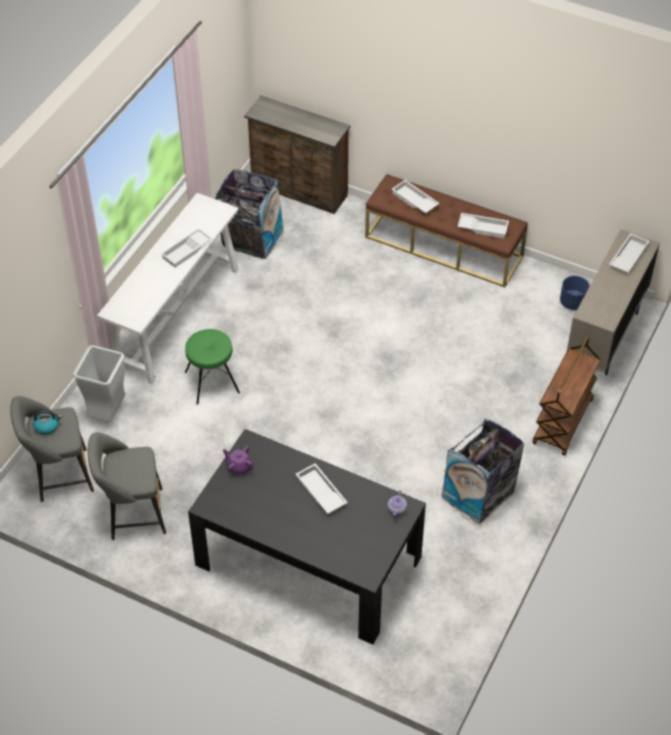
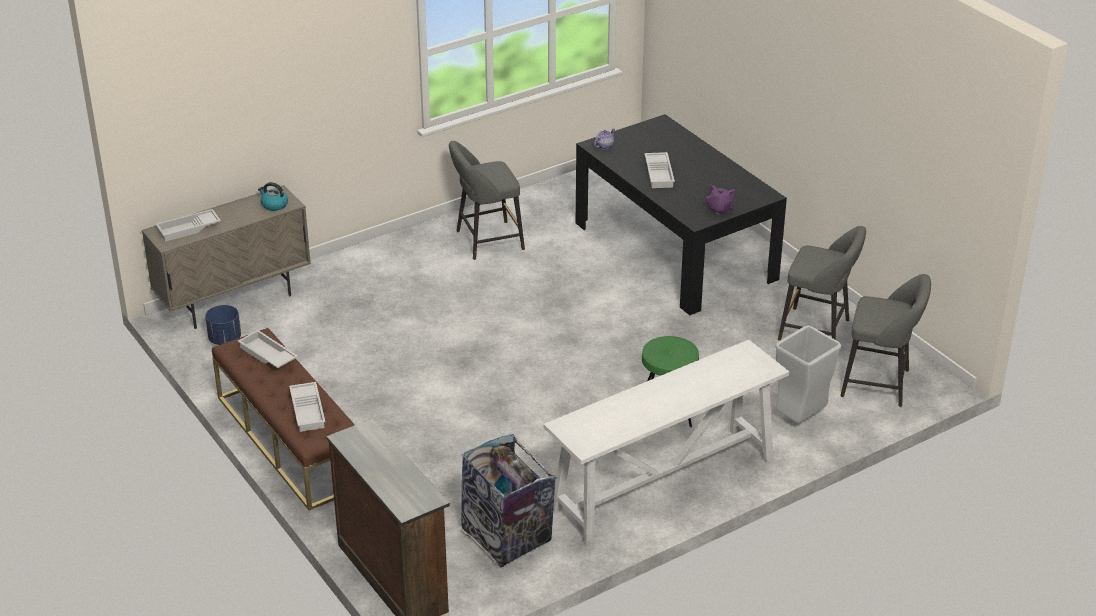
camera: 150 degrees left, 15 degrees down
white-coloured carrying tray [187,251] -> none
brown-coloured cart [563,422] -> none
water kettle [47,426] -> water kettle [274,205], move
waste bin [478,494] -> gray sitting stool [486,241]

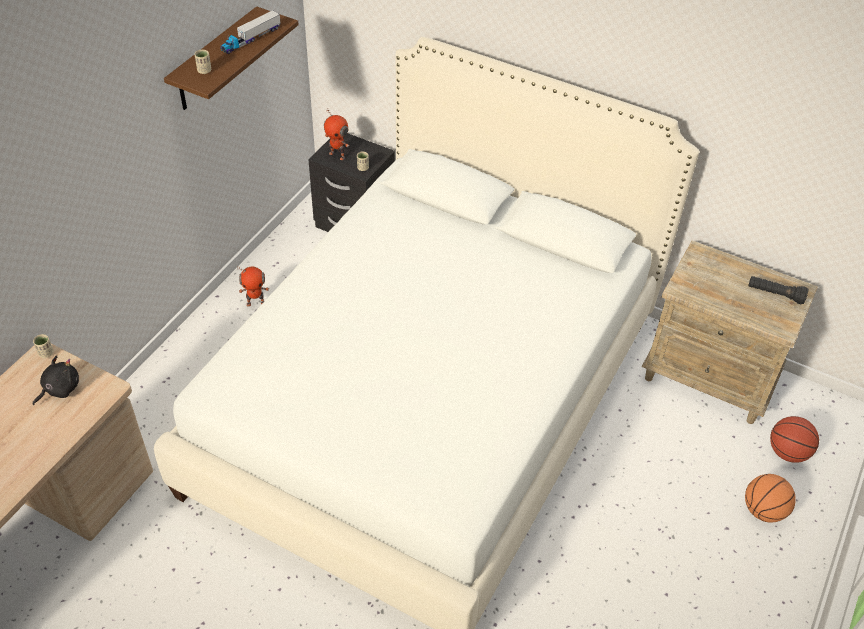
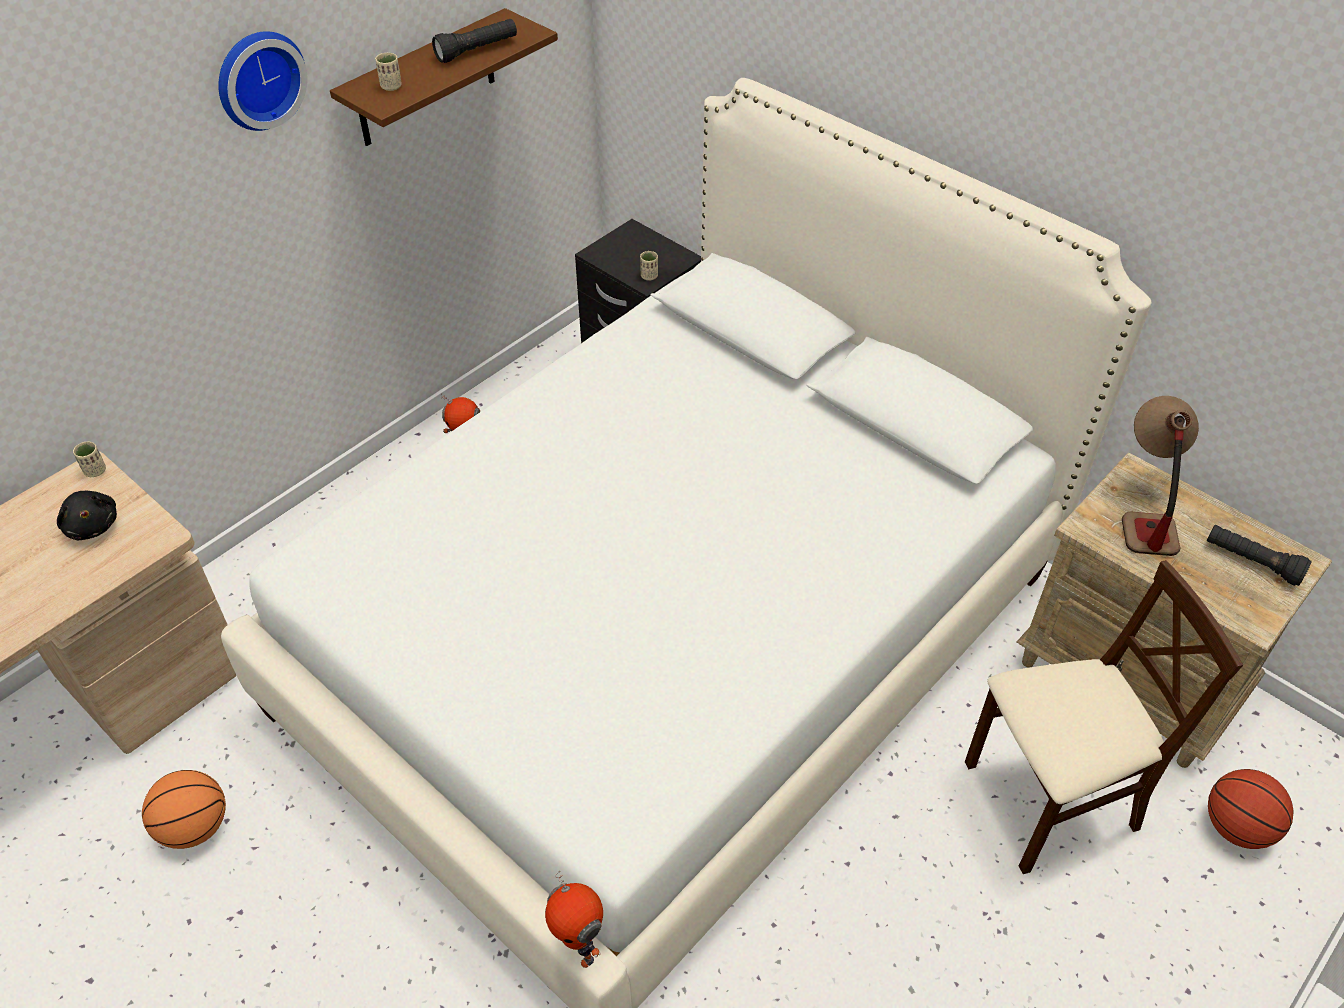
camera: 15 degrees right, 0 degrees up
toy truck [251,39] -> blackish torch [477,51]
robot figure [338,155] -> robot figure [579,947], move
blackish plush toy [59,389] -> blackish plush toy [92,525], 90 degrees clockwise
basketball [763,510] -> basketball [195,827], move
none -> wall clock [258,78]
none -> table lamp [1144,512]
none -> beige upright chair [1050,800]

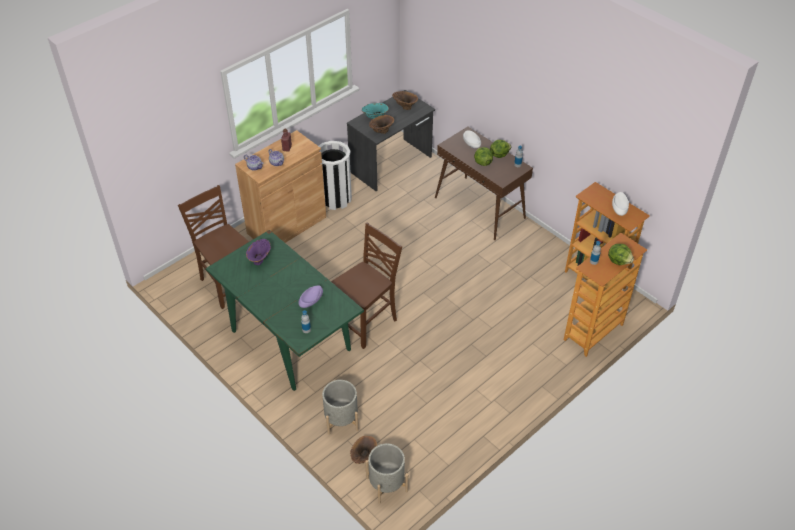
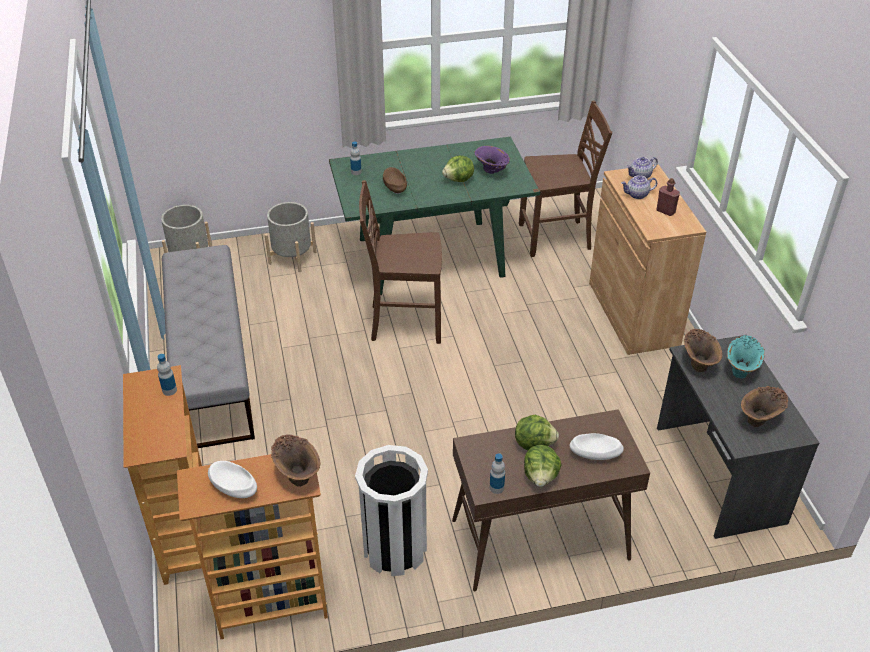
camera: 120 degrees right, 5 degrees down
white-coloured waste bin [335,198] -> white-coloured waste bin [394,549], move
brown-coloured upright chair [367,323] -> brown-coloured upright chair [404,322], 105 degrees clockwise
lettuce [619,261] -> lettuce [459,180], move
purplish bowl [311,300] -> brown-coloured bowl [395,187]
brown-coloured vase [363,457] -> brown-coloured vase [298,474], move
none -> gray indoor bench [211,366]

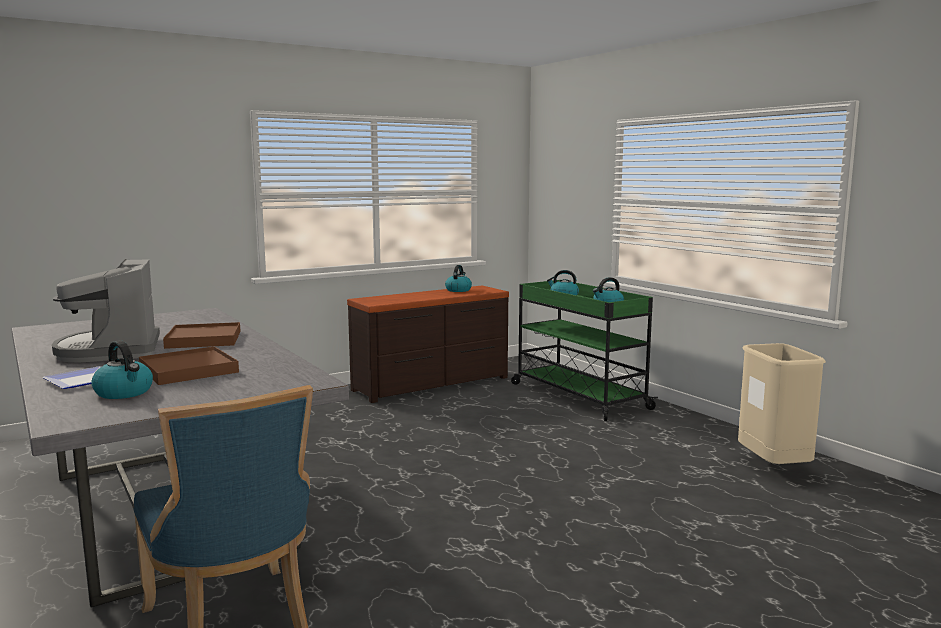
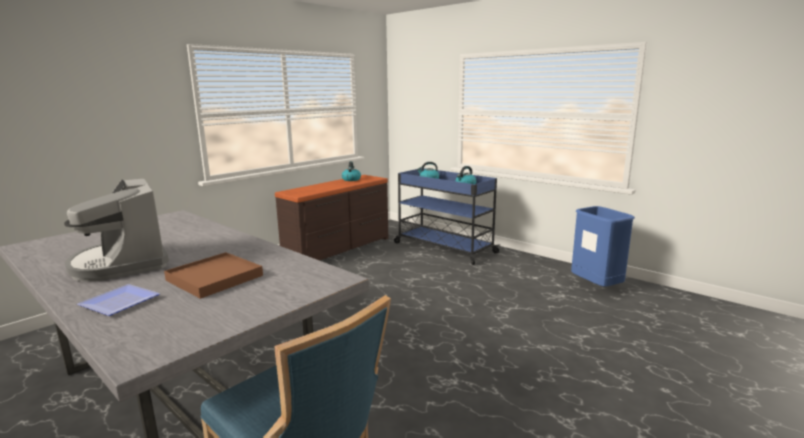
camera: 15 degrees left, 5 degrees up
green-coloured cart [577,395] -> blue-coloured cart [443,247]
brown-coloured carrying tray [204,339] -> none
water kettle [124,392] -> none
beige waste bin [773,467] -> blue-coloured waste bin [596,287]

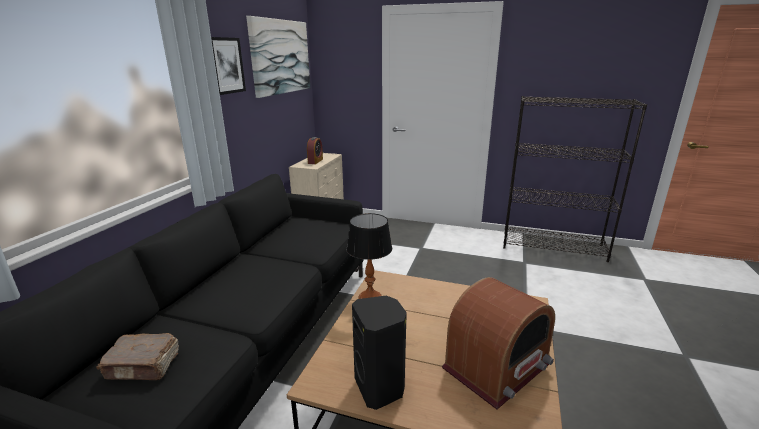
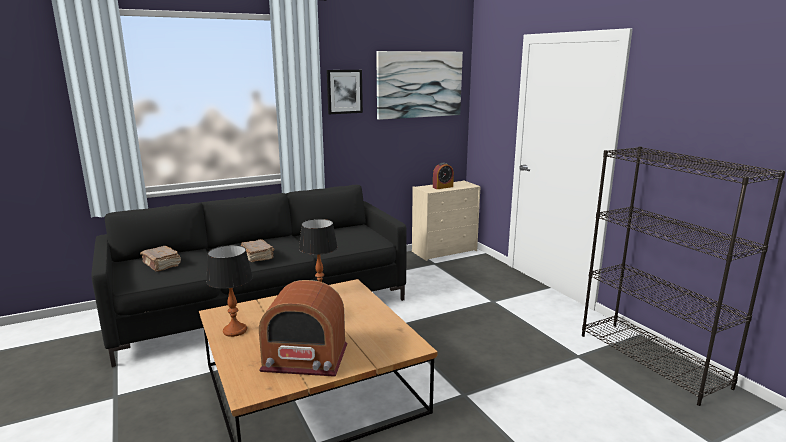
camera: 45 degrees right, 5 degrees down
blackish speaker [380,388] -> table lamp [235,331]
none -> brown-coloured book [257,257]

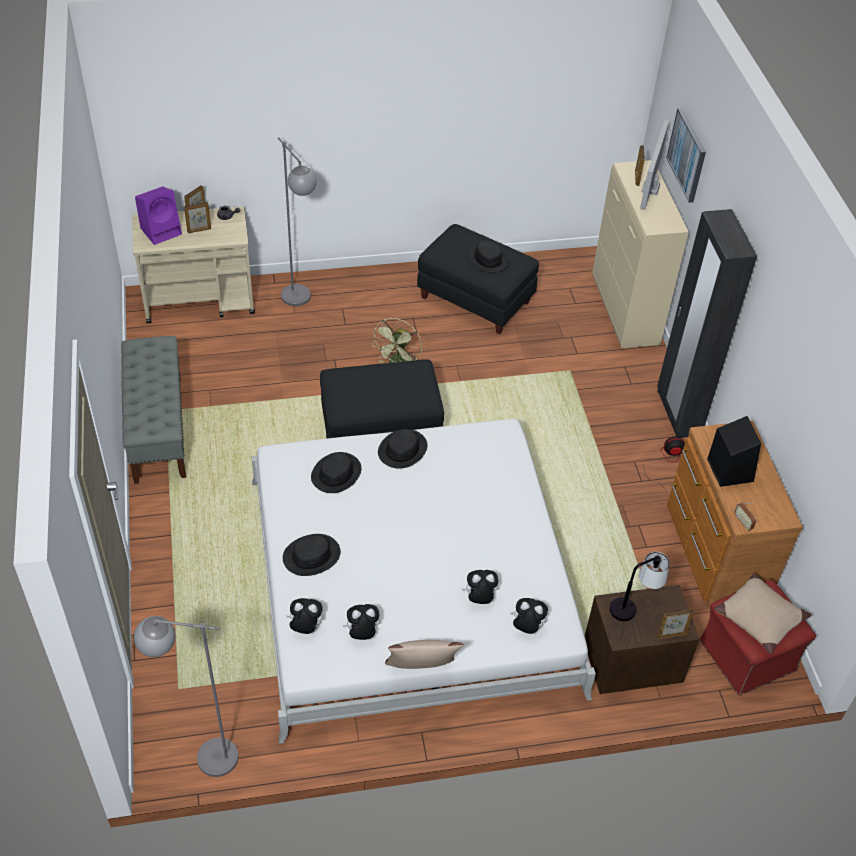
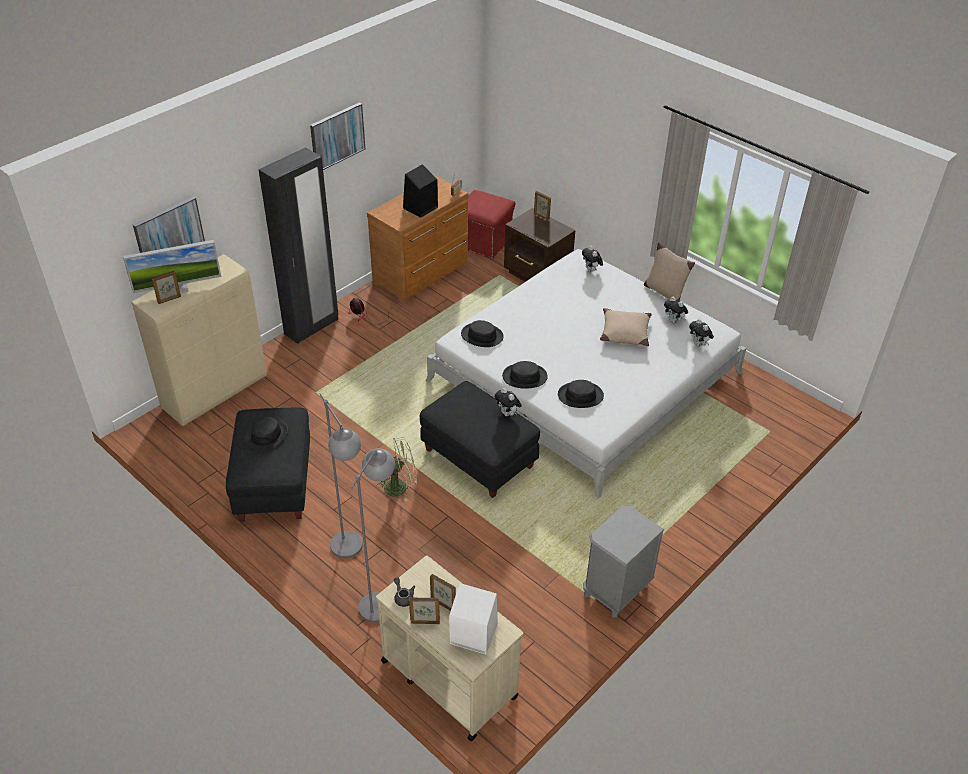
camera: 125 degrees left, 5 degrees down
purplish speaker [162,231] -> white-coloured speaker [472,634]
gray indoor bench [158,429] -> gray night table [616,591]
blackish hat [311,556] -> blackish hat [482,335], move
table lamp [633,605] -> none
plush toy [479,599] -> plush toy [507,414], move
beige pillow [760,617] -> beige pillow [624,332], move
gray standard lamp [203,756] -> gray standard lamp [351,553], move
none -> picture [337,136]

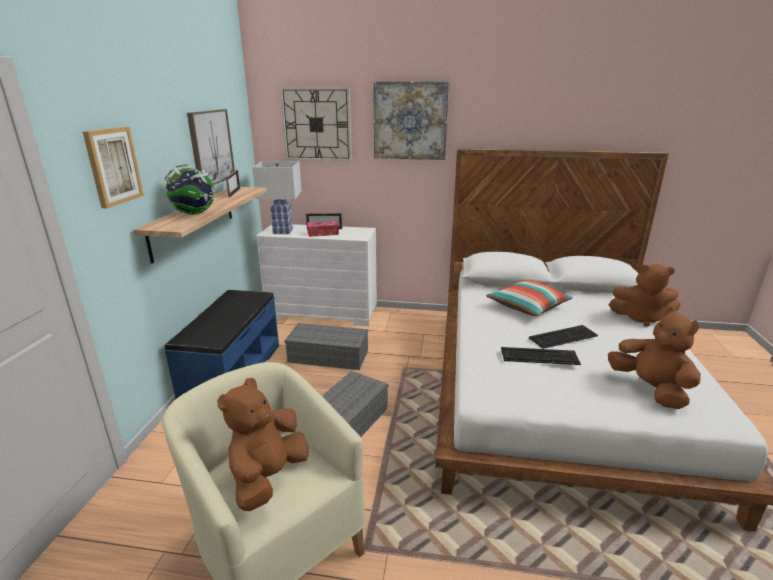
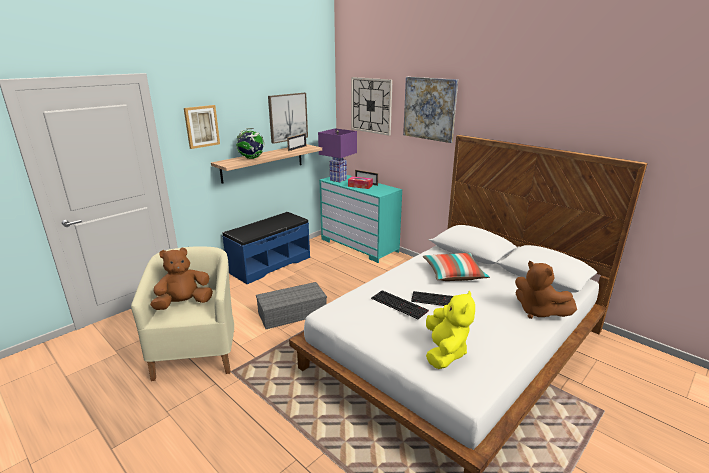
camera: 35 degrees right, 0 degrees up
white-coloured table lamp [282,231] -> purplish table lamp [337,180]
white-coloured drawer chest [323,312] -> turquoise drawer chest [359,245]
brown-coloured plush toy [650,389] -> yellow plush toy [445,352]
gray storage container [329,356] -> none

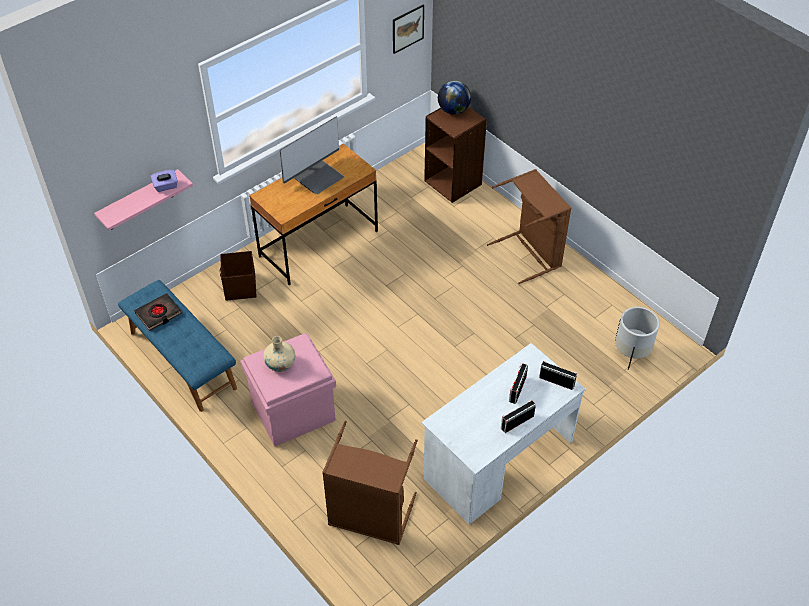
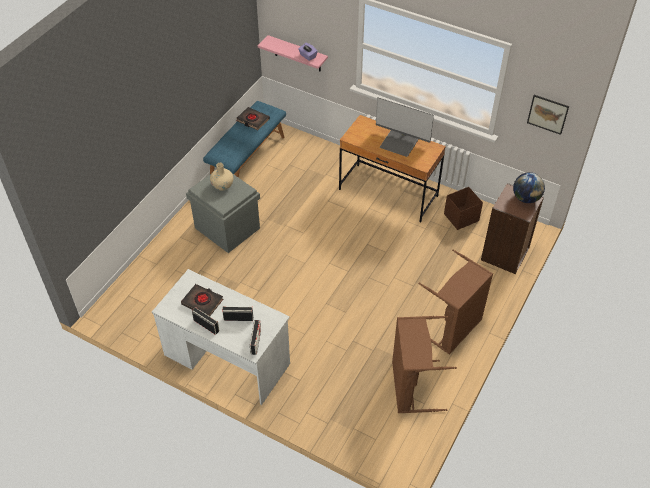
camera: 70 degrees right, 0 degrees up
brown-coloured storage container [240,287] -> brown-coloured storage container [460,217], move
white-coloured planter [631,353] -> none
pinkish storage container [292,412] -> gray storage container [226,228]
brown-coloured hamper [369,517] -> brown-coloured hamper [411,386], move
none -> blackish book [202,302]

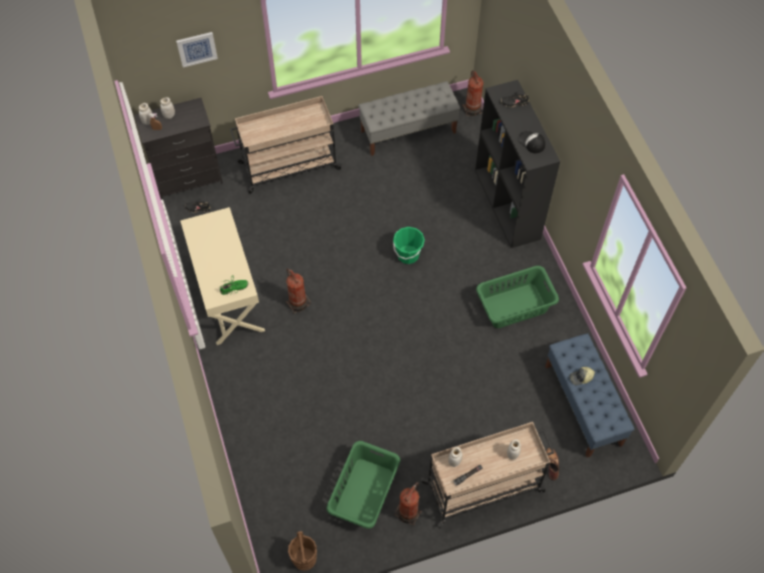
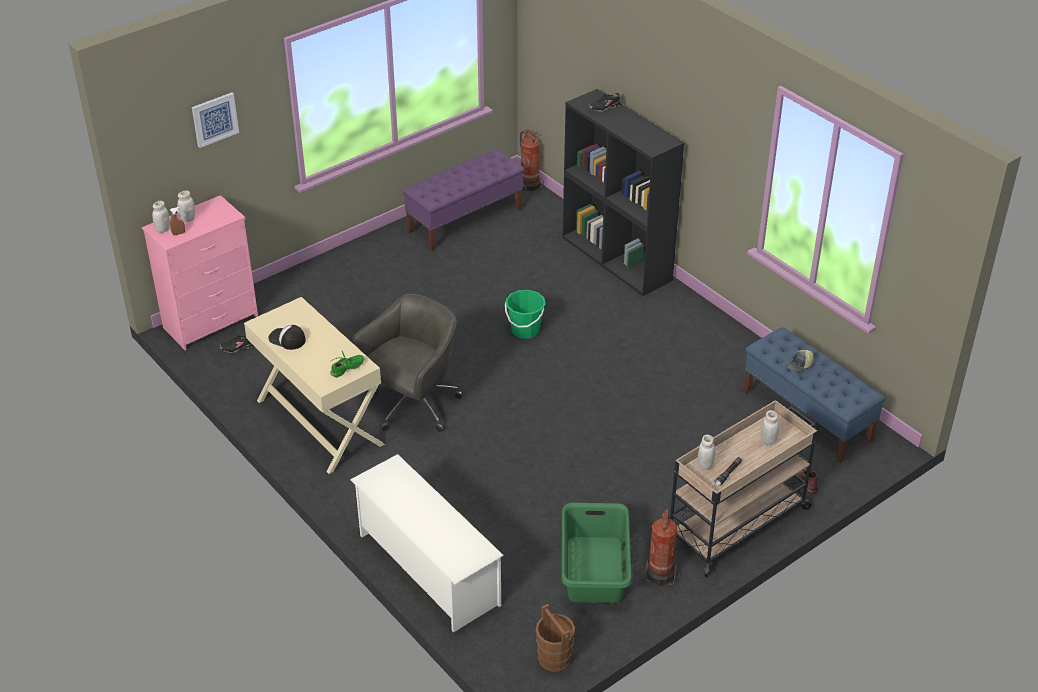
camera: 20 degrees left, 20 degrees down
gray indoor bench [408,131] -> purplish indoor bench [465,220]
beige cart [288,166] -> none
blackish drawer chest [189,178] -> pinkish drawer chest [212,322]
baseball cap [531,142] -> baseball cap [287,339], move
green-coloured hamper [515,306] -> none
fire-fighting cylinder [297,302] -> gray computer chair [412,406]
none -> white-coloured shoe rack [427,569]

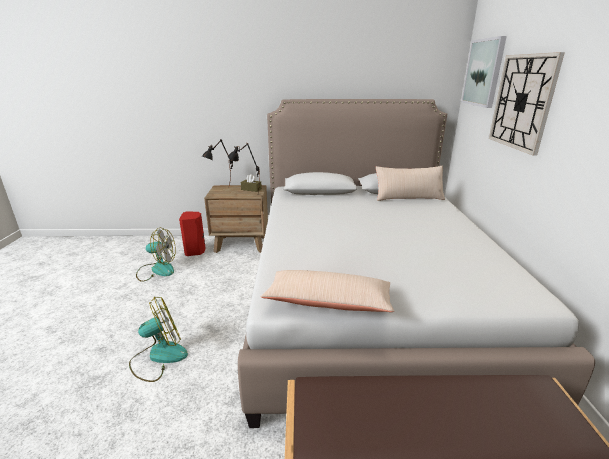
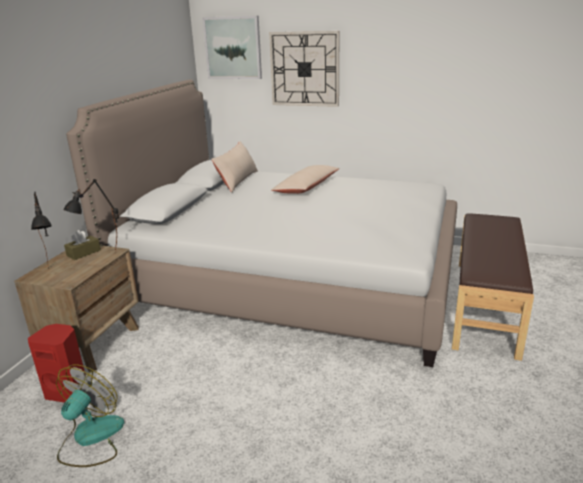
camera: 70 degrees left, 0 degrees up
beige pillow [328,302] -> beige pillow [306,187], move
electric fan [159,357] -> none

